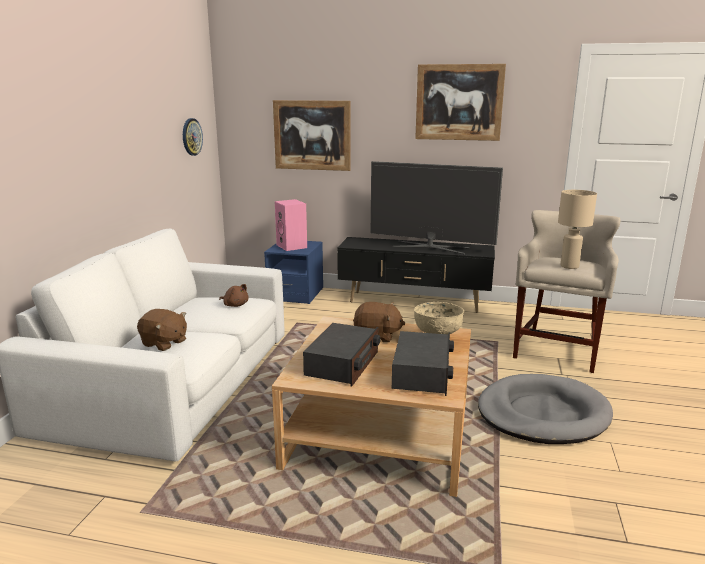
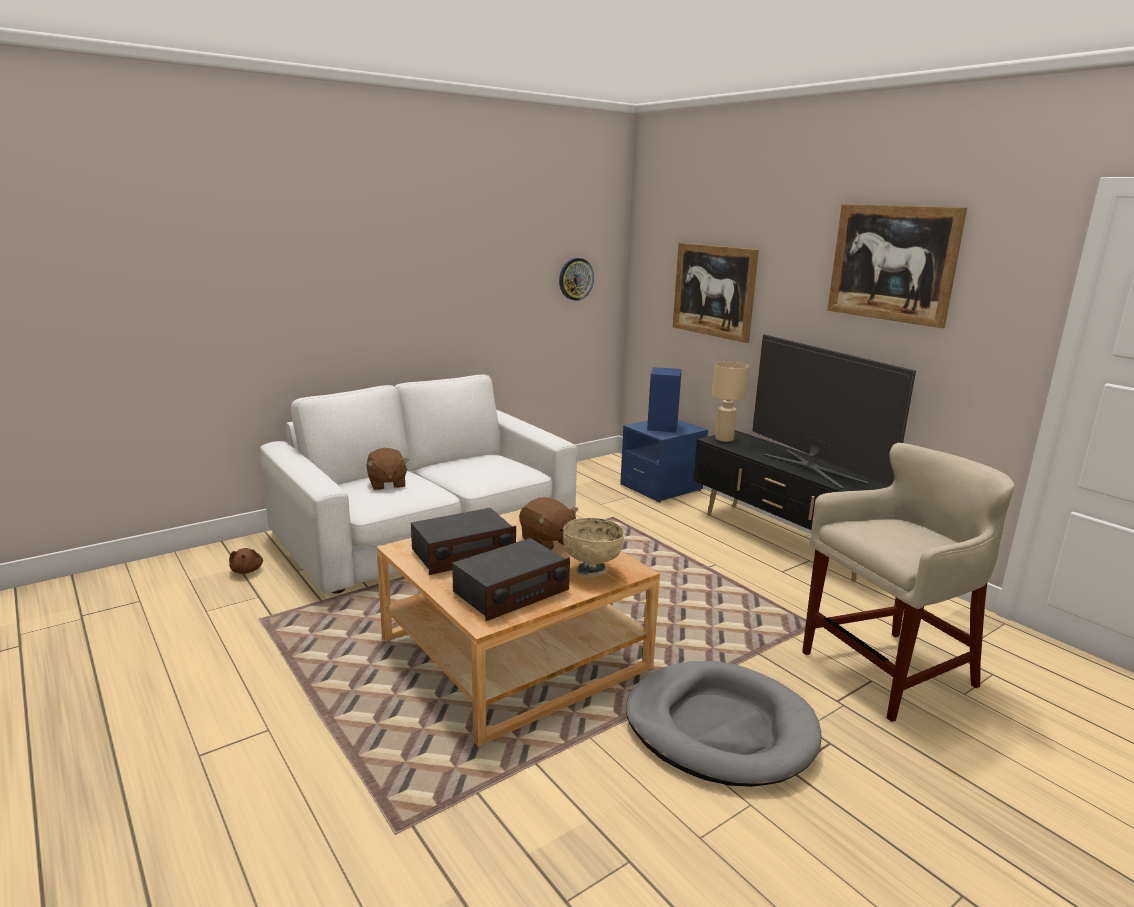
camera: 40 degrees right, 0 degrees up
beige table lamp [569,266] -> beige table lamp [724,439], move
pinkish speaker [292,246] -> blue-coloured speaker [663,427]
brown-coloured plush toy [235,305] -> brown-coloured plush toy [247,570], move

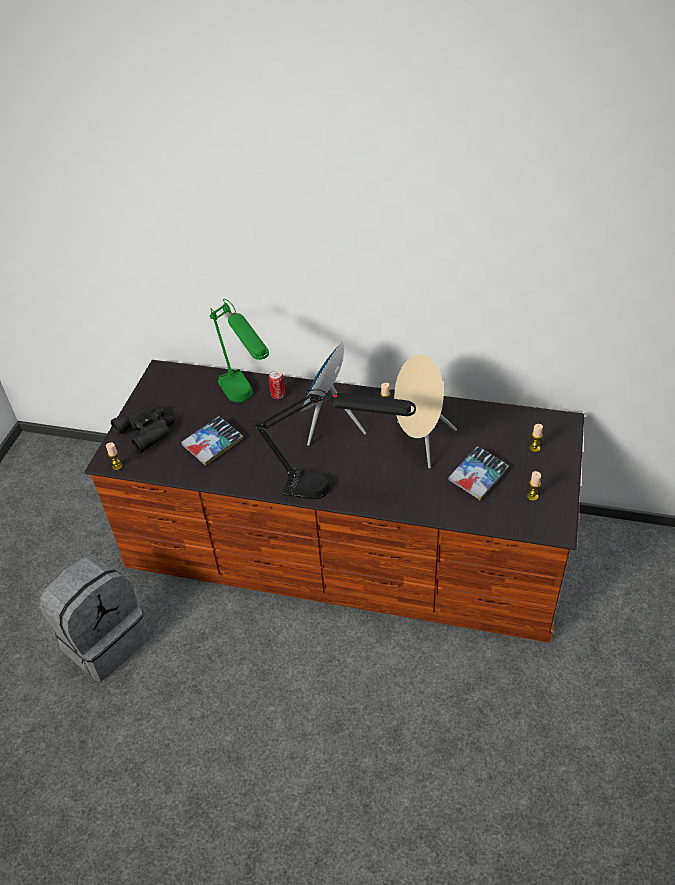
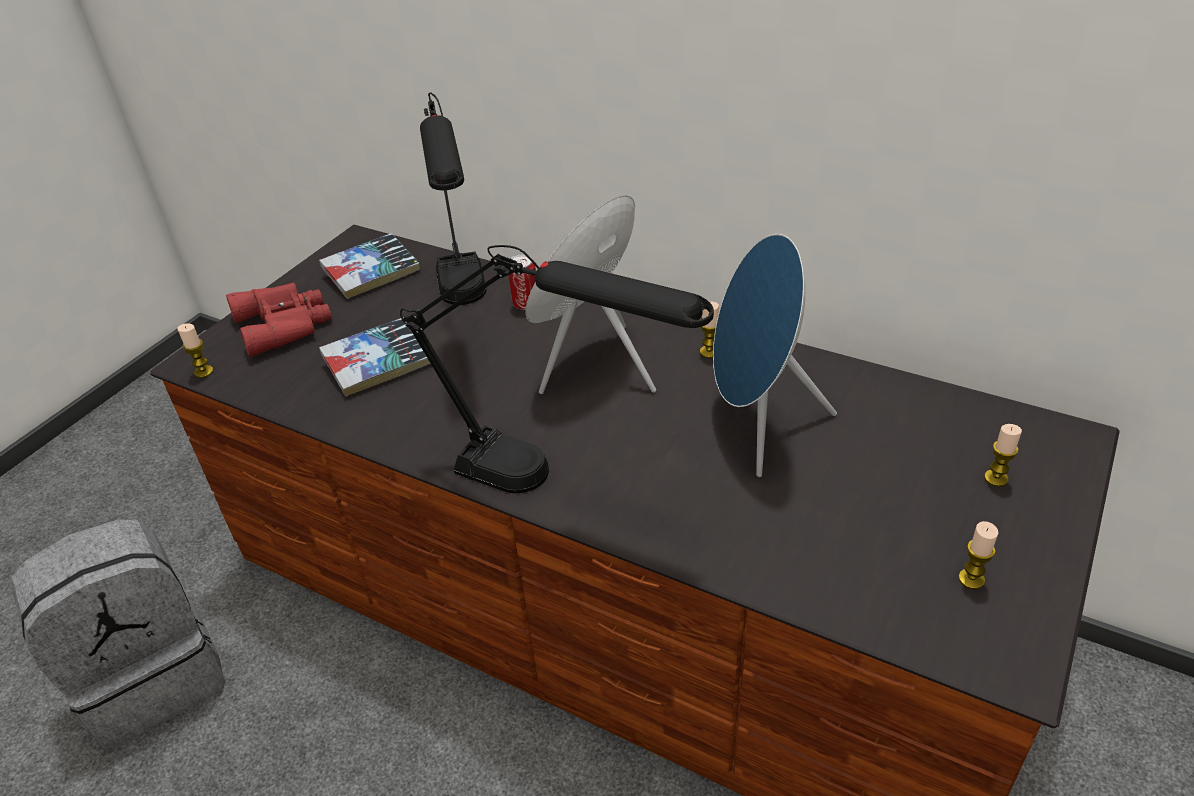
camera: 15 degrees right, 5 degrees down
green-coloured table lamp [247,405] -> blackish table lamp [467,311]
beige speaker [420,442] -> blue-coloured speaker [756,425]
blackish binoculars [147,430] -> red-coloured binoculars [285,324]
book [478,477] -> book [371,273], move

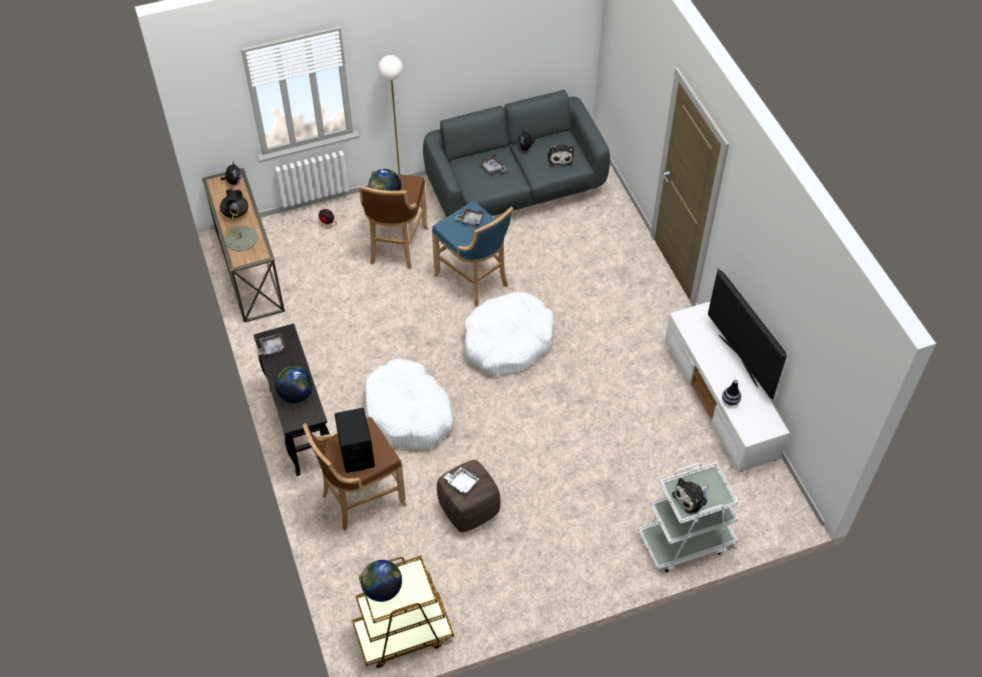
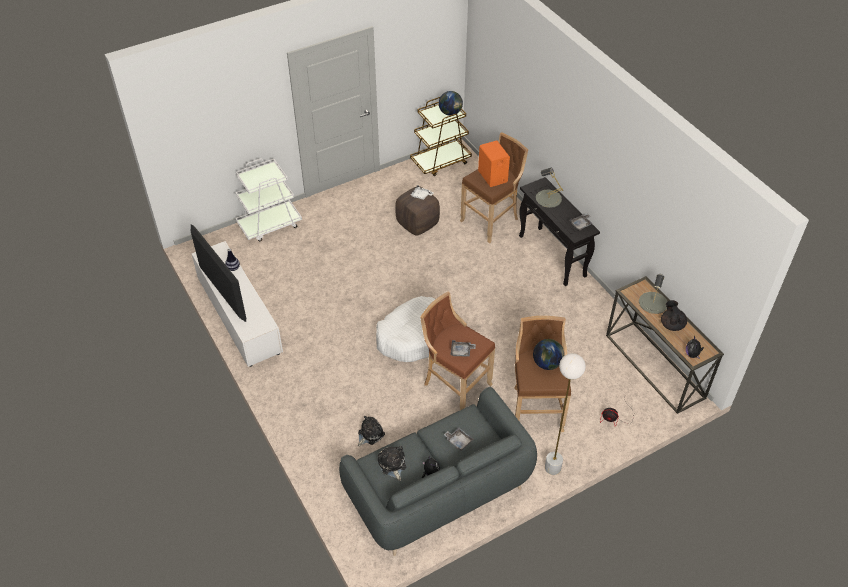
camera: 170 degrees right, 5 degrees down
blue-coloured sitting stool [474,280] -> brown-coloured sitting stool [454,385]
white-coloured dog bed [408,413] -> none
desk globe [296,394] -> gray table lamp [548,198]
blackish speaker [356,453] -> orangey speaker [493,176]
plush toy [691,497] -> plush toy [369,434], move

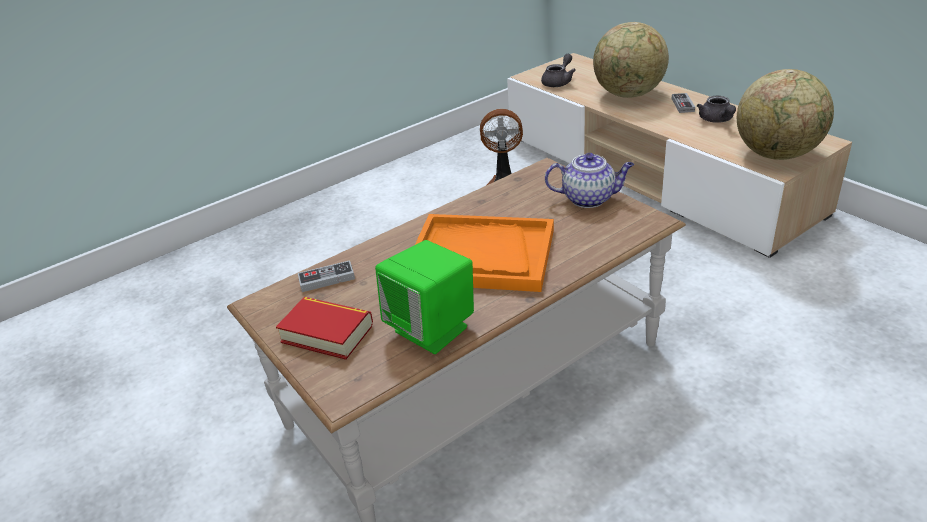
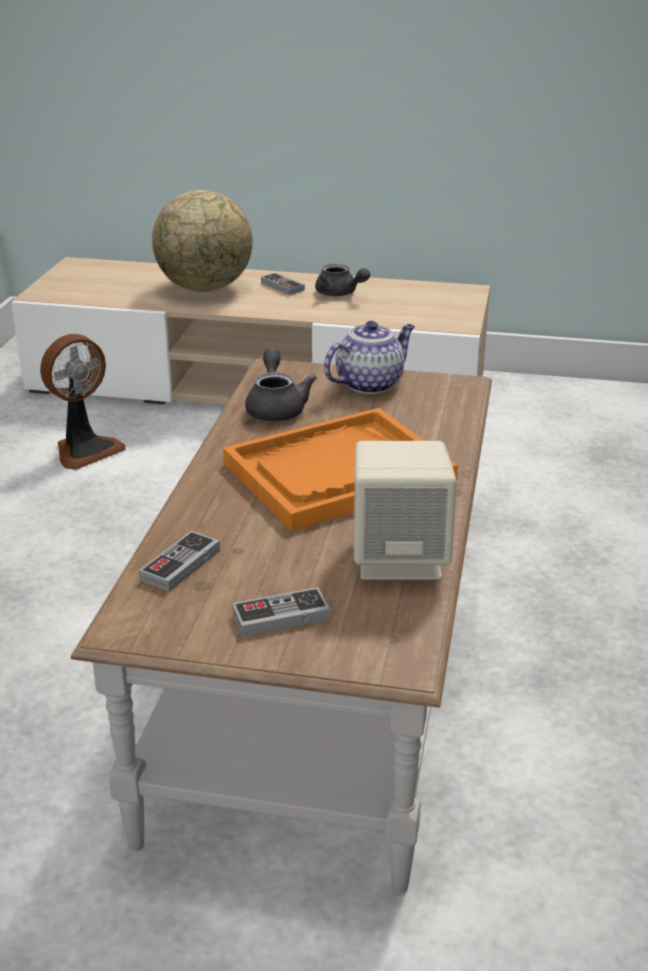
camera: 45 degrees left, 5 degrees down
gray pot for tea [559,82] -> gray pot for tea [276,407], move
desk globe [777,154] -> none
green-coloured speaker [432,329] -> beige speaker [400,559]
book [327,333] -> joypad [281,616]

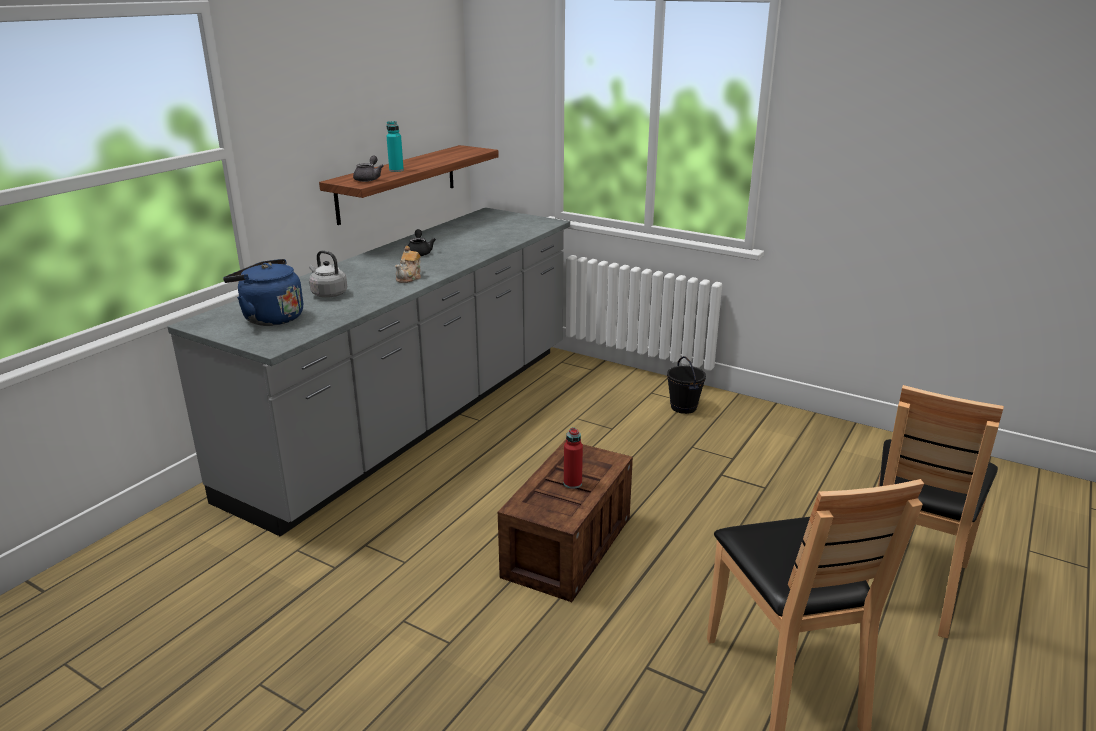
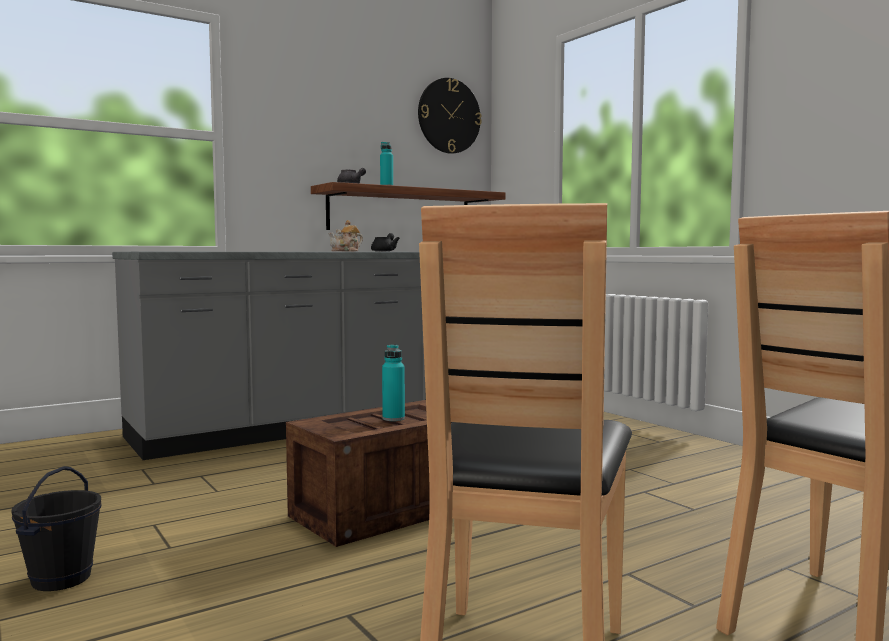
camera: 25 degrees right, 20 degrees down
gray water kettle [328,294] -> none
blue-coloured water kettle [270,318] -> none
blackish water bucket [683,407] -> blackish water bucket [60,579], move
red-coloured bottle [572,483] -> turquoise bottle [393,418]
none -> wall clock [449,116]

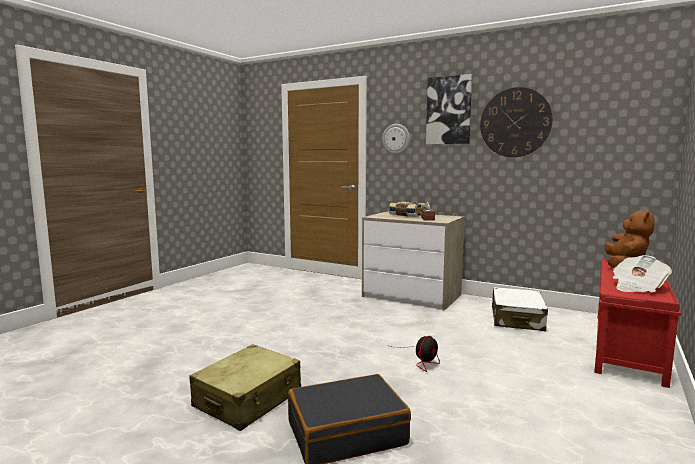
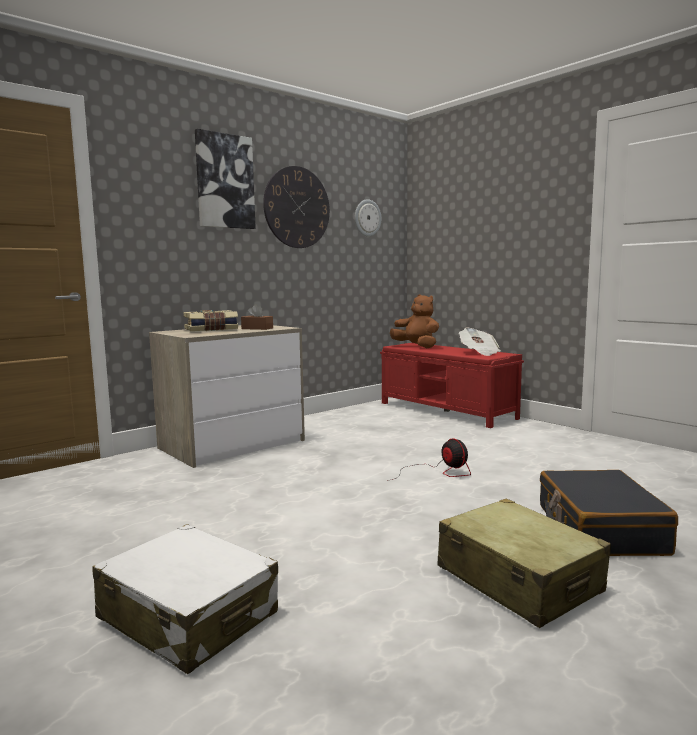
camera: 70 degrees left, 0 degrees up
wall clock [396,139] -> wall clock [367,218], move
white-coloured piece of luggage [517,319] -> white-coloured piece of luggage [188,616], move

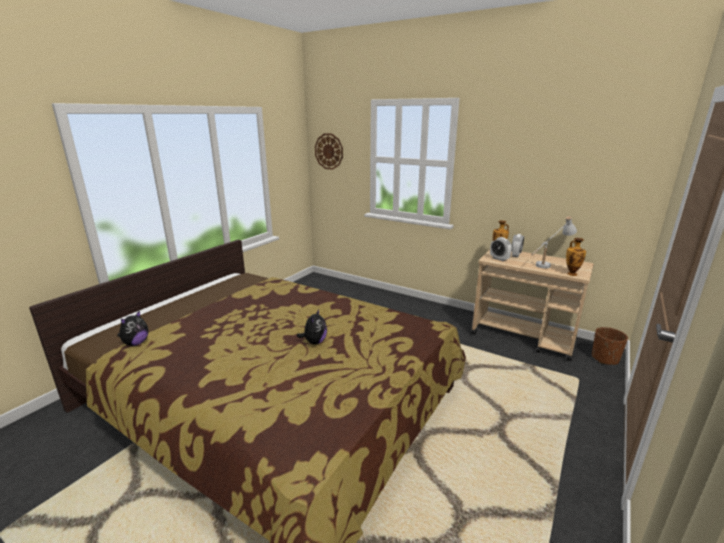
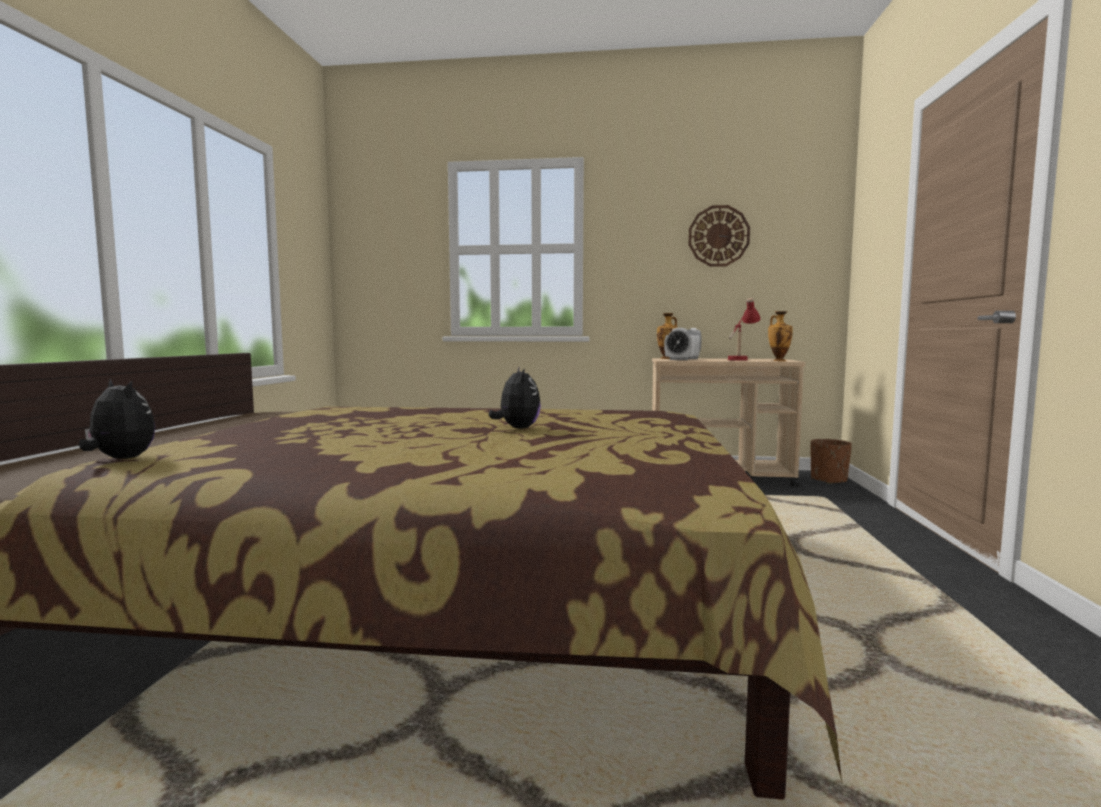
camera: 25 degrees left, 15 degrees down
wall clock [329,151] -> wall clock [718,236], move
white-coloured table lamp [549,264] -> red-coloured table lamp [741,359]
plush toy [136,343] -> plush toy [120,459], 60 degrees counterclockwise

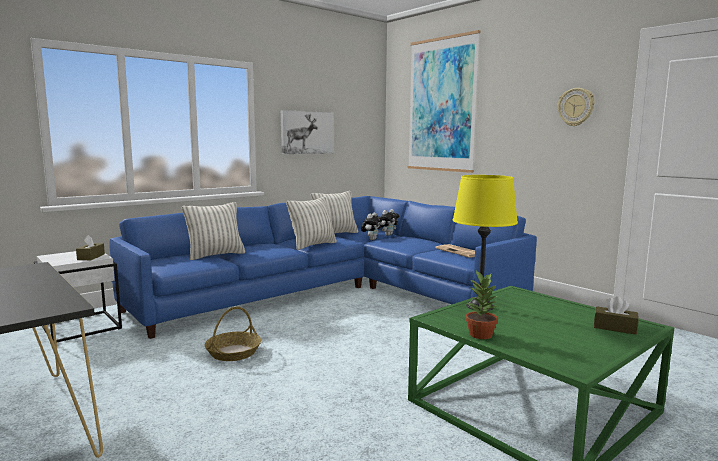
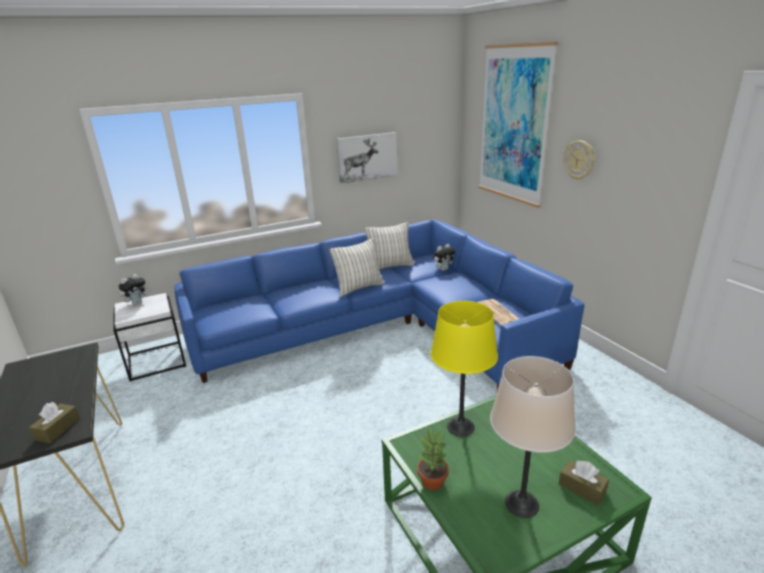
camera: 15 degrees right, 15 degrees up
wall clock [576,107] -> wall clock [579,160], move
pillow [215,255] -> none
plush toy [371,239] -> plush toy [137,303], move
brown-coloured tissue holder [91,257] -> brown-coloured tissue holder [58,429], move
storage basket [233,352] -> none
none -> beige table lamp [522,504]

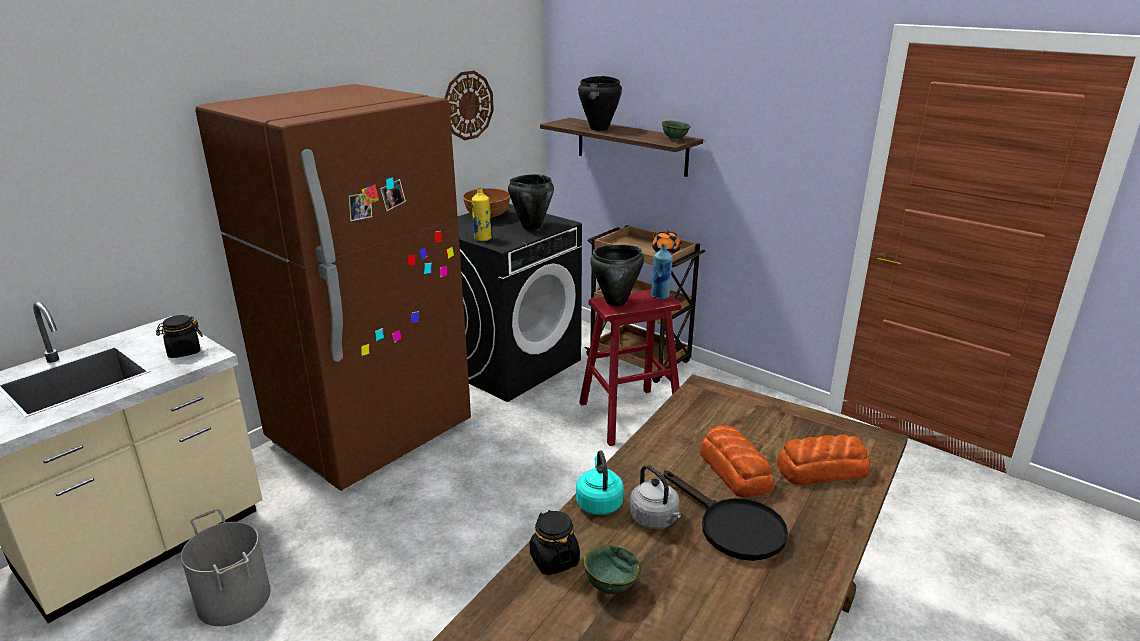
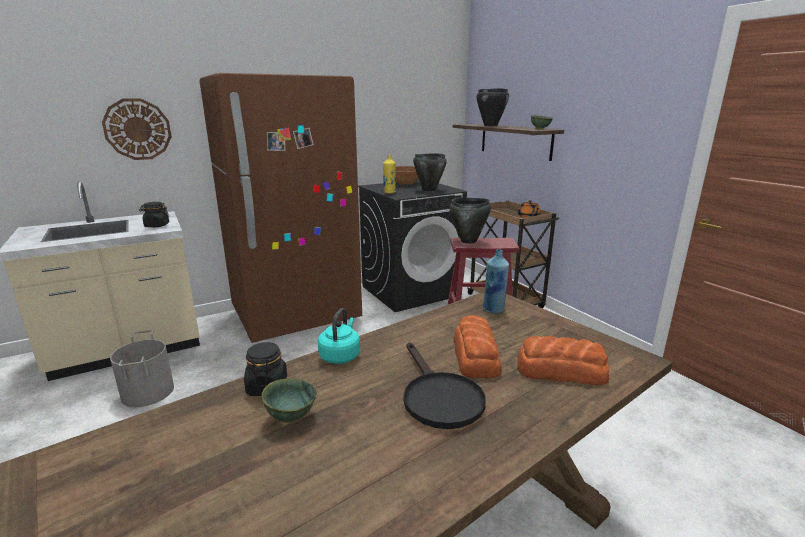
camera: 20 degrees right, 5 degrees down
wall clock [468,105] -> wall clock [137,129], move
blue-coloured bottle [660,296] -> blue-coloured bottle [493,310], move
gray water kettle [655,519] -> none

